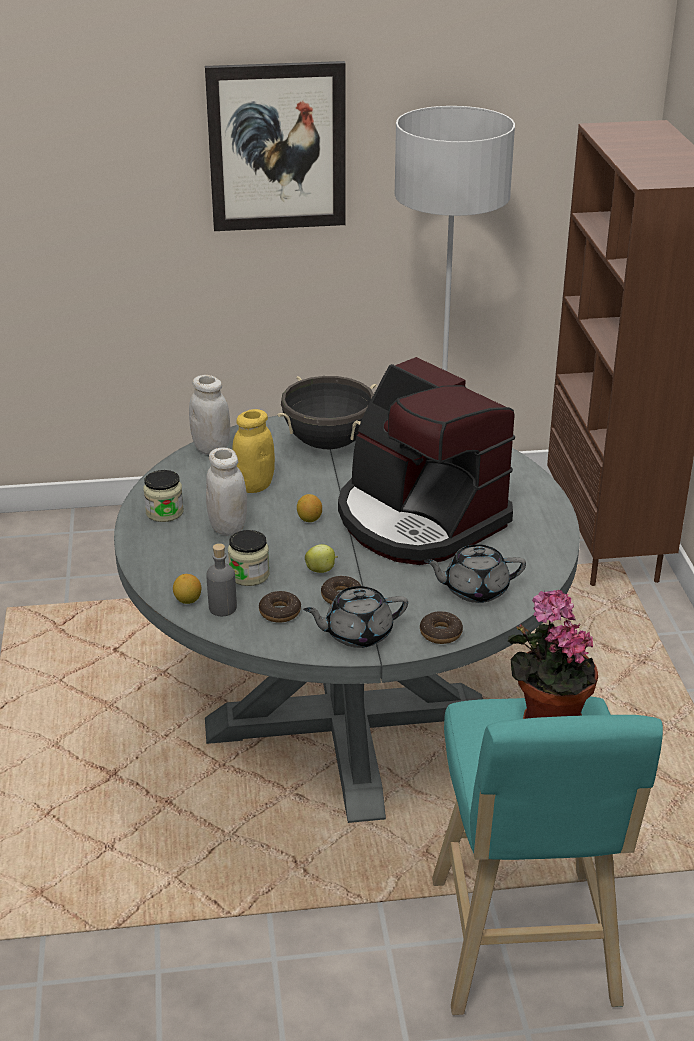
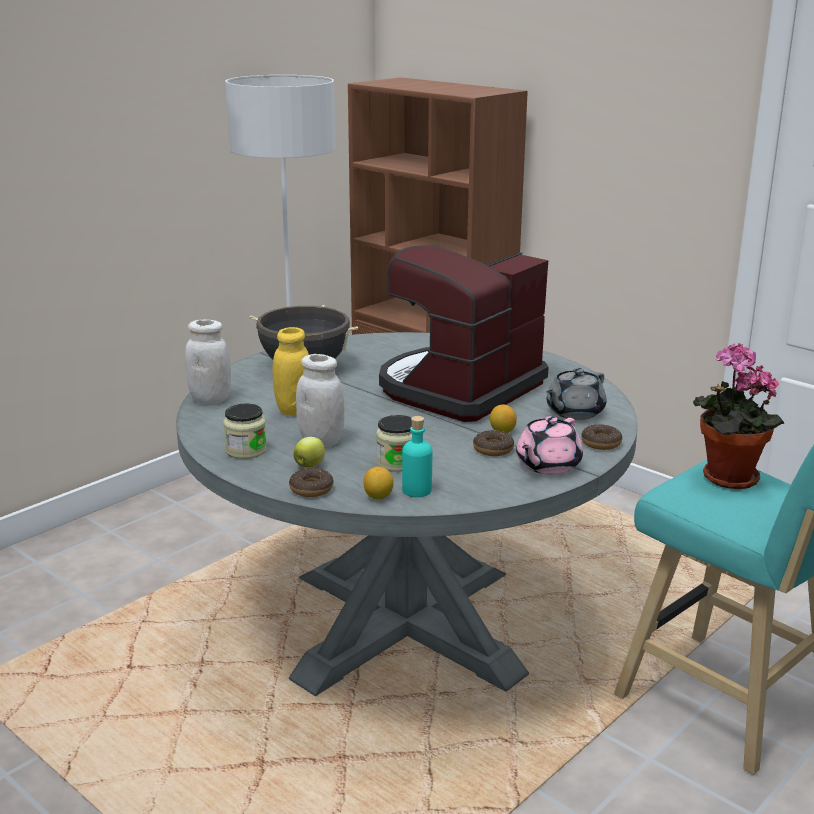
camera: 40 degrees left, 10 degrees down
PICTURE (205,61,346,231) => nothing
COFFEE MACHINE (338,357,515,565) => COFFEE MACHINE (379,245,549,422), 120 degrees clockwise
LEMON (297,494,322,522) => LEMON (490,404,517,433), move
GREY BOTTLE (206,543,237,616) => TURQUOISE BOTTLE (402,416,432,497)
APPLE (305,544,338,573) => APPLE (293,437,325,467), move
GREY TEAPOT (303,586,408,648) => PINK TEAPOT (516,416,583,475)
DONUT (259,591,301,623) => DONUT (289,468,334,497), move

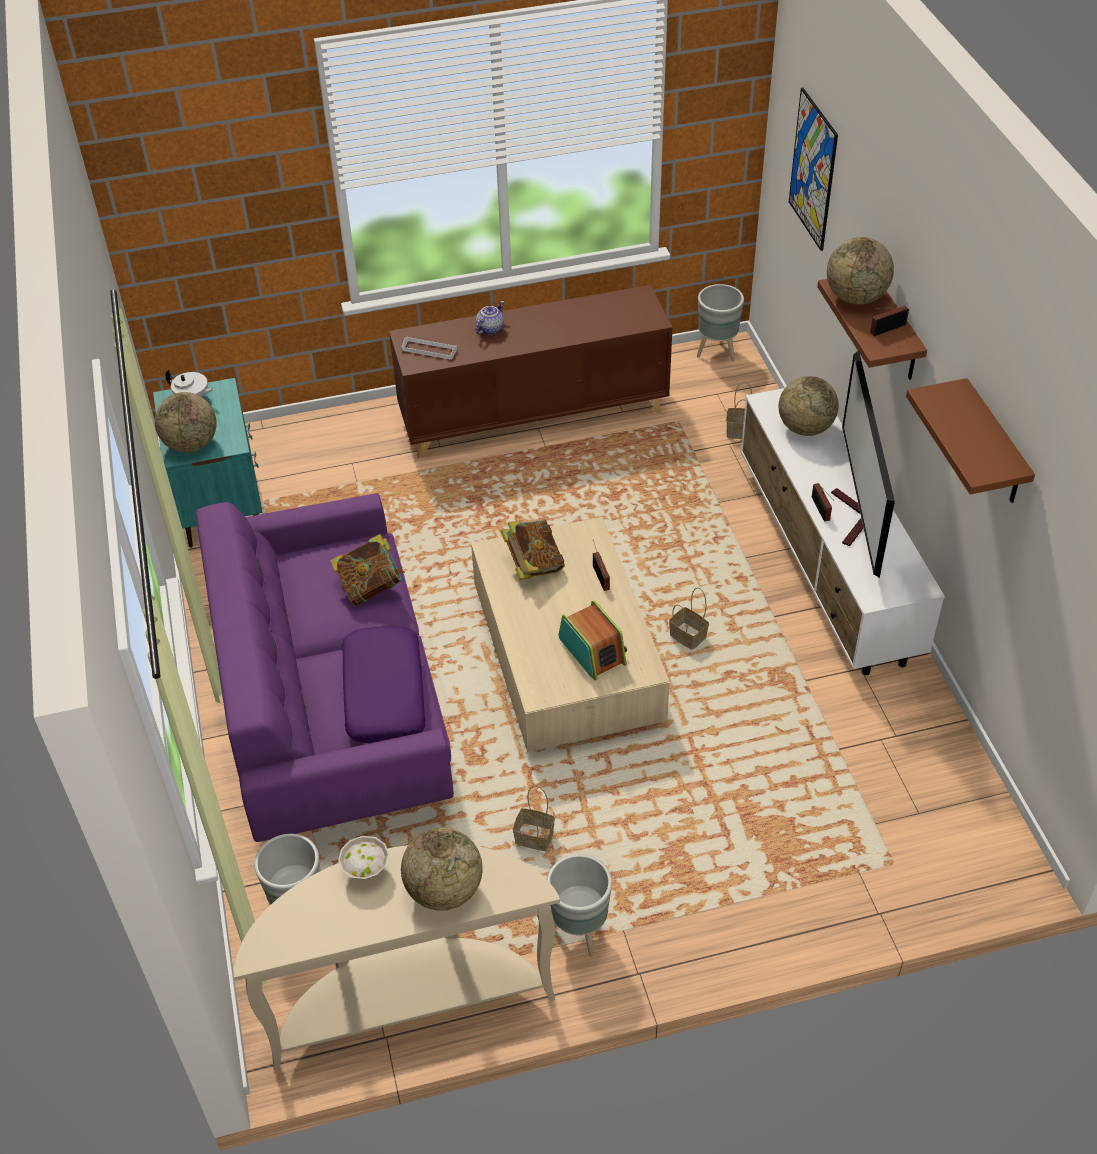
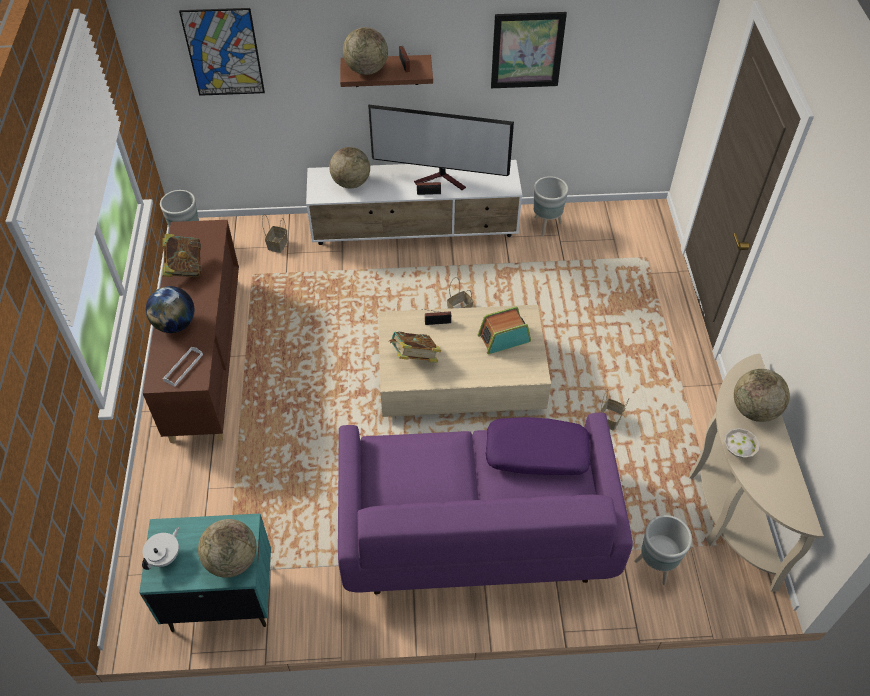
camera: 80 degrees left, 5 degrees up
TEAPOT (475,301,504,335) => GLOBE (146,286,194,333)
BROWN SHELF (906,378,1035,503) => PICTURE (491,12,567,88)
BOOK (330,534,405,606) => BOOK (162,234,202,277), move
GREY PLANTER (547,854,612,957) => GREY PLANTER (533,176,568,236), move

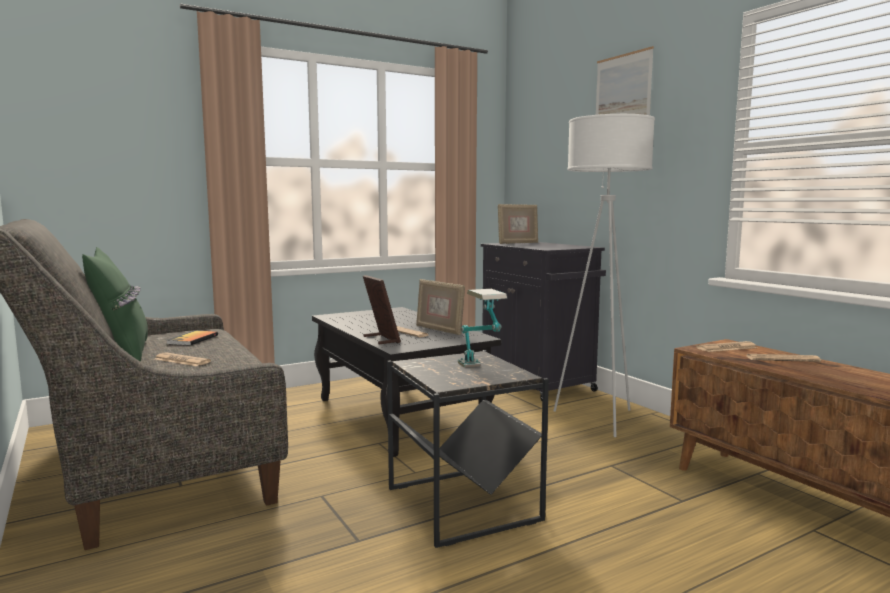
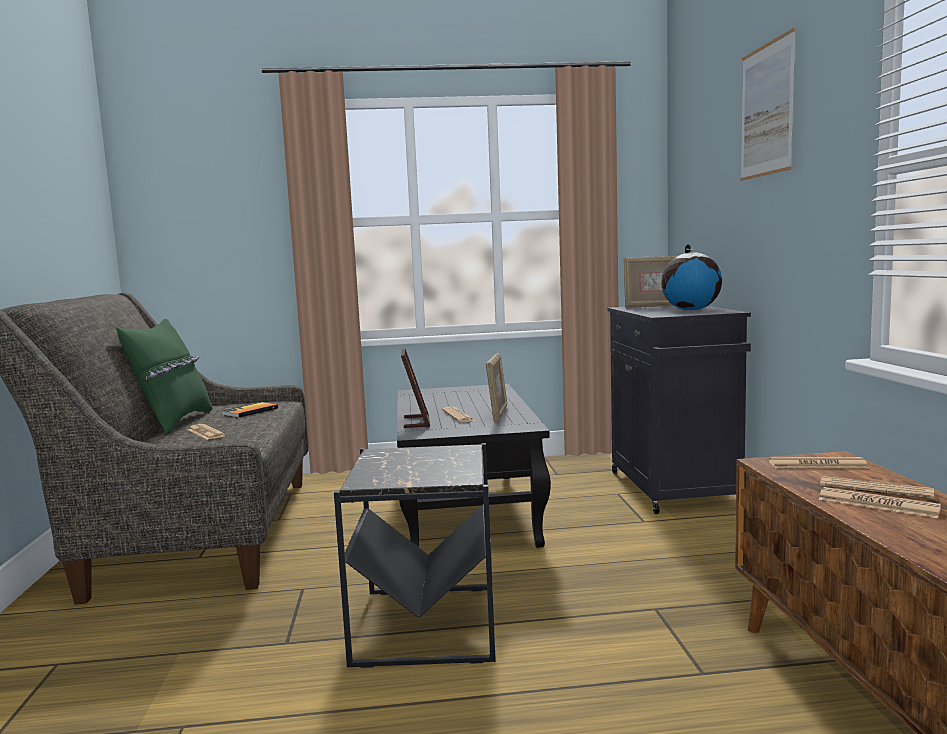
camera: 25 degrees right, 0 degrees up
WHITE FLOOR LAMP (553,114,655,437) => nothing
PICTURE FRAME (416,279,465,335) => PICTURE FRAME (486,352,507,422), 150 degrees counterclockwise
TABLE LAMP (458,289,507,368) => nothing
nothing => GLOBE (661,244,722,311)
nothing => NEWSPAPER (819,487,941,518)

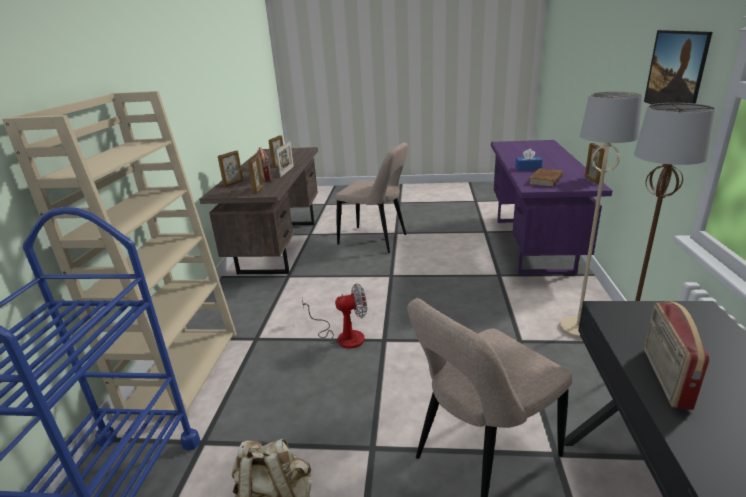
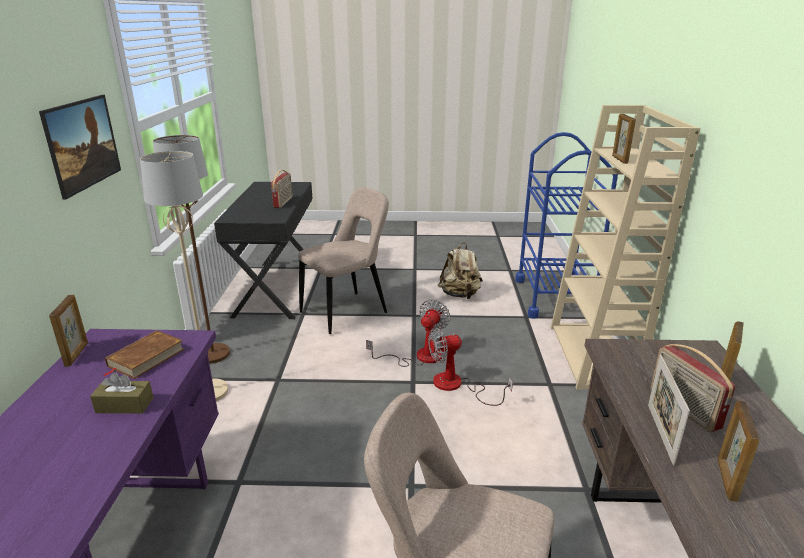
camera: 175 degrees right, 0 degrees up
BLUE TISSUE BOX (515,149,542,171) => BROWN TISSUE BOX (90,372,154,413)
PICTURE FRAME (248,155,263,194) => PICTURE FRAME (612,114,636,164), move
nothing => FAN (366,299,451,367)

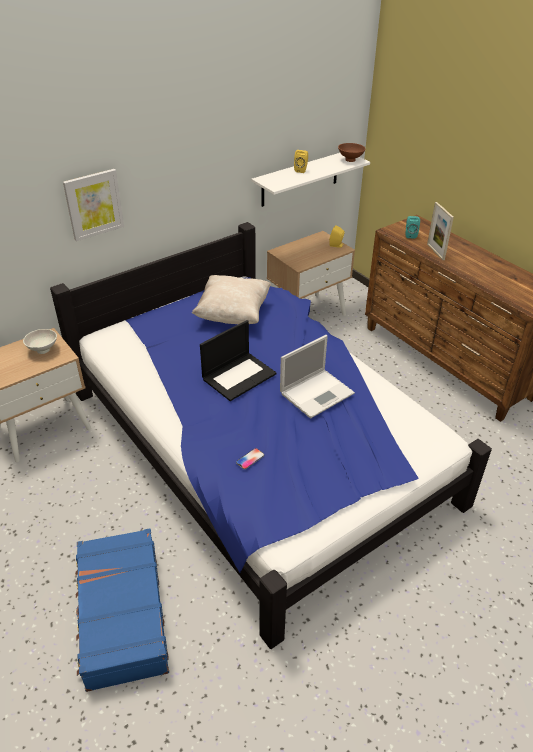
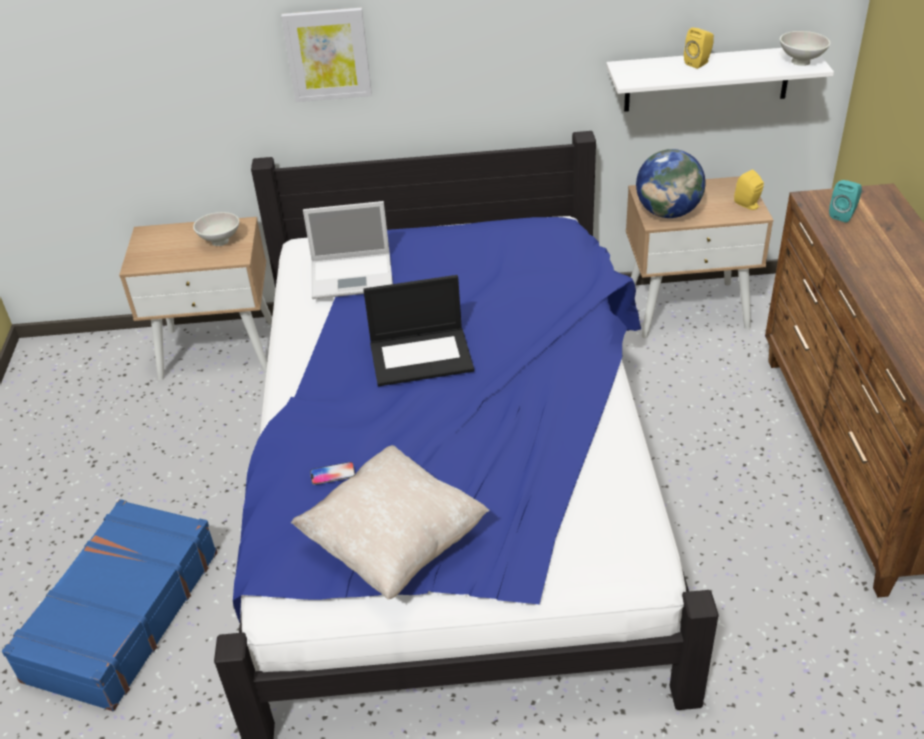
camera: 35 degrees right, 0 degrees up
BROWN BOWL (338,143,365,162) => WHITE BOWL (780,31,830,66)
PICTURE FRAME (427,202,454,260) => nothing
BEIGE PILLOW (192,275,271,324) => BEIGE PILLOW (291,445,490,600), move
LAPTOP (280,335,355,419) => LAPTOP (303,201,393,299), move
nothing => GLOBE (636,149,705,218)

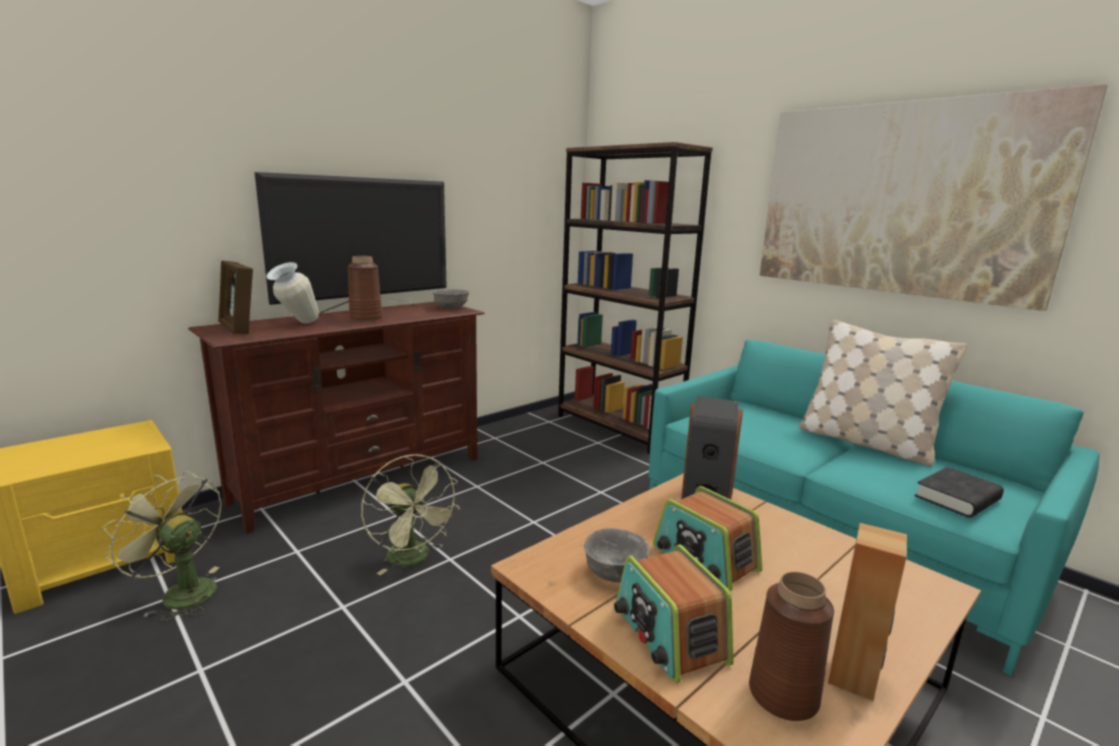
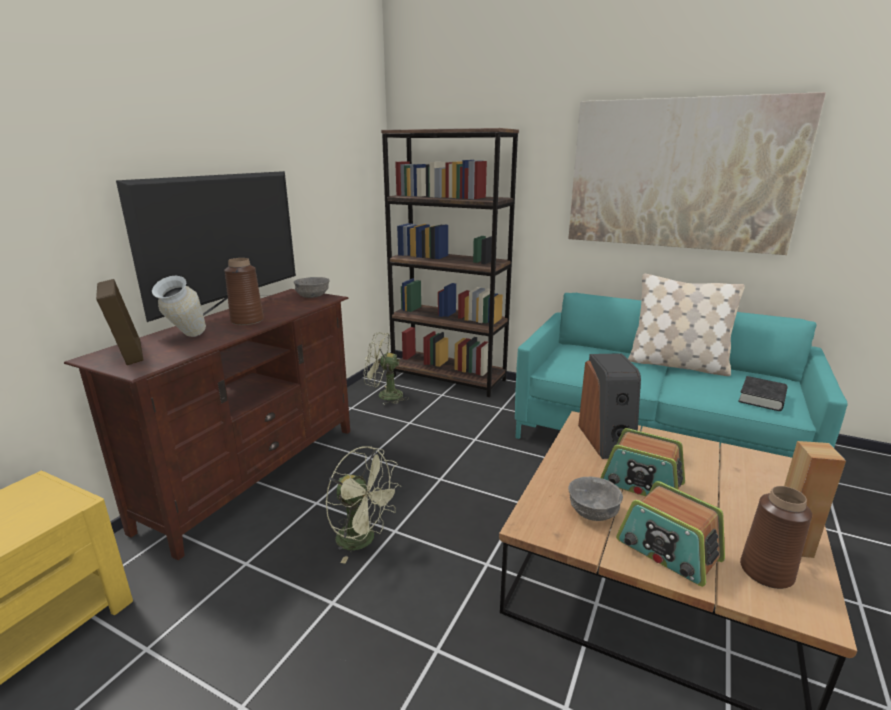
camera: 20 degrees left, 5 degrees up
PICTURE FRAME (218,260,253,334) => PICTURE FRAME (96,279,144,365), 150 degrees counterclockwise
GREEN FAN (101,471,222,621) => GREEN FAN (364,332,408,405), move

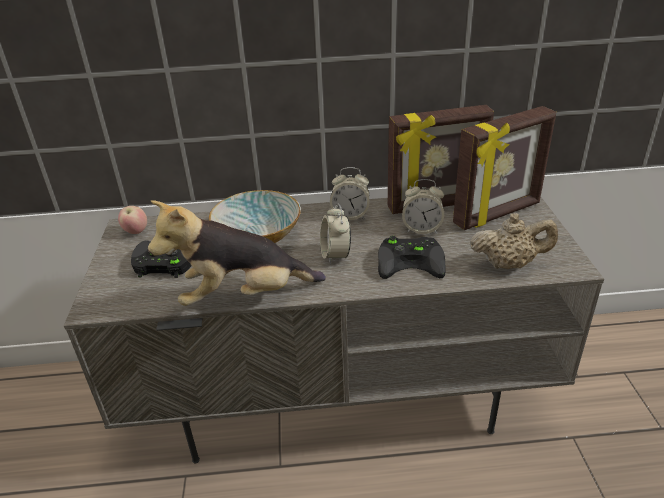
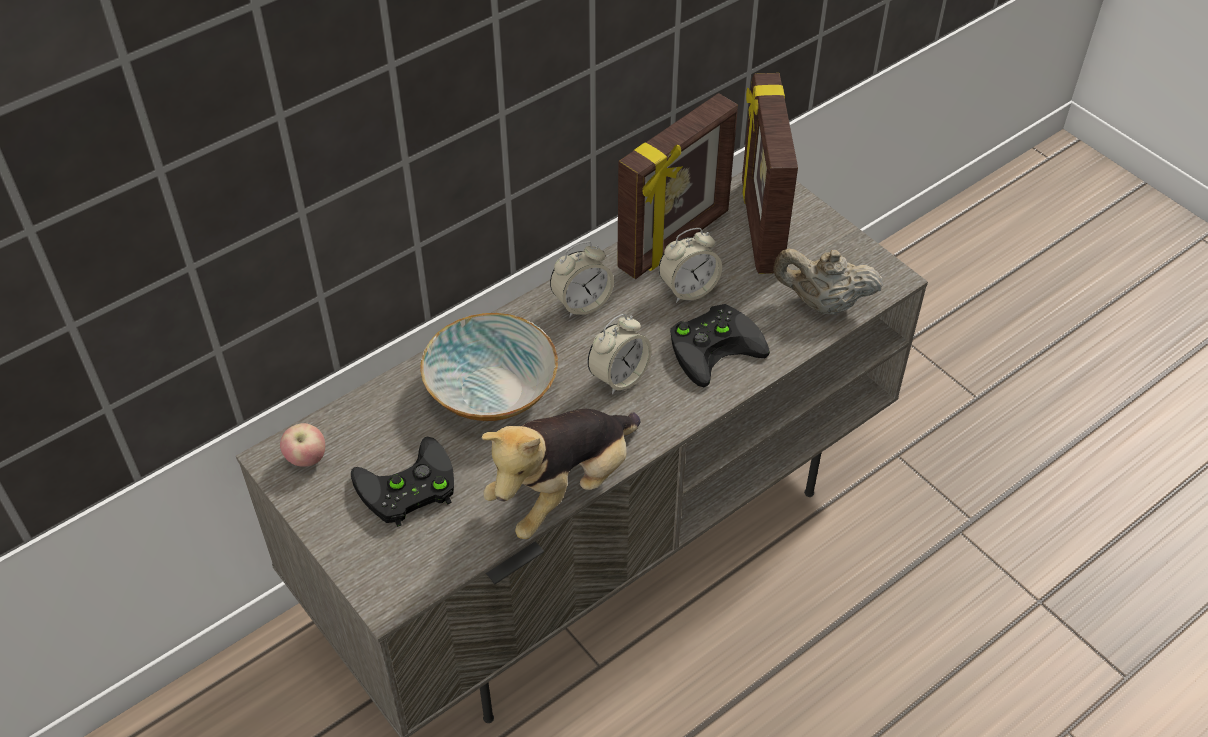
camera: 35 degrees left, 15 degrees up
PICTURE FRAME (453,106,556,230) => PICTURE FRAME (742,73,798,274), 150 degrees clockwise
ALARM CLOCK (320,203,351,265) => ALARM CLOCK (587,314,652,395), 90 degrees counterclockwise
BEIGE TEAPOT (470,213,558,269) => BEIGE TEAPOT (773,248,884,315), 135 degrees counterclockwise

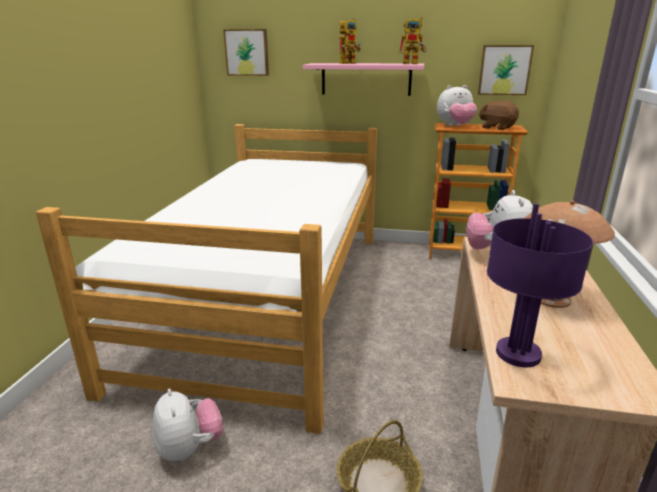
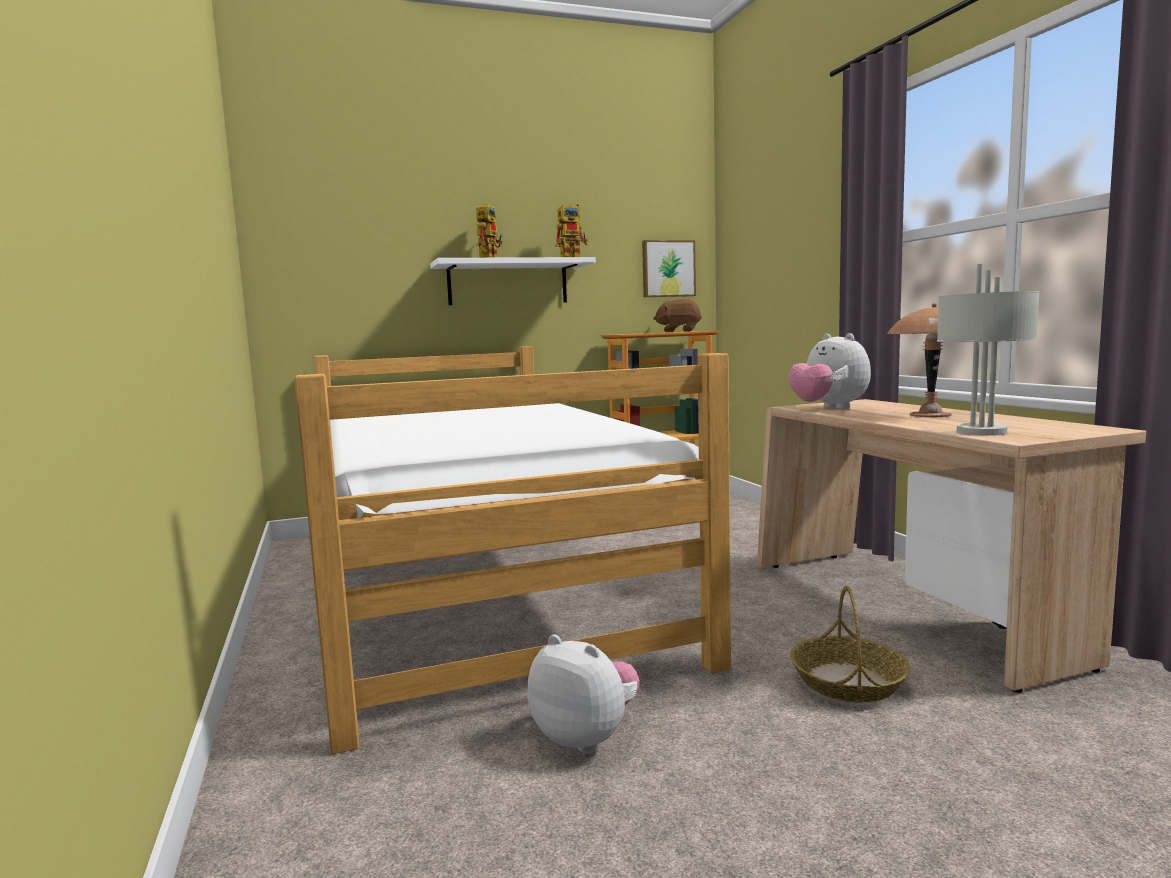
camera: 30 degrees left, 15 degrees down
PICTURE (223,29,269,76) => nothing
PINK SHELF (303,63,424,96) => WHITE SHELF (430,257,596,305)
PLUSH TOY (437,85,477,126) => nothing
PURPLE TABLE LAMP (487,203,593,367) => GREY TABLE LAMP (937,264,1040,436)

